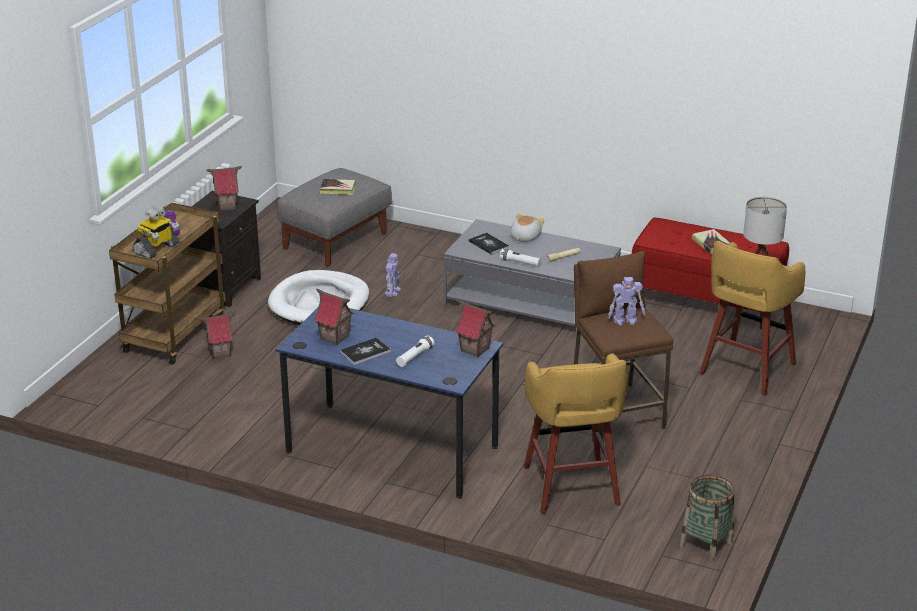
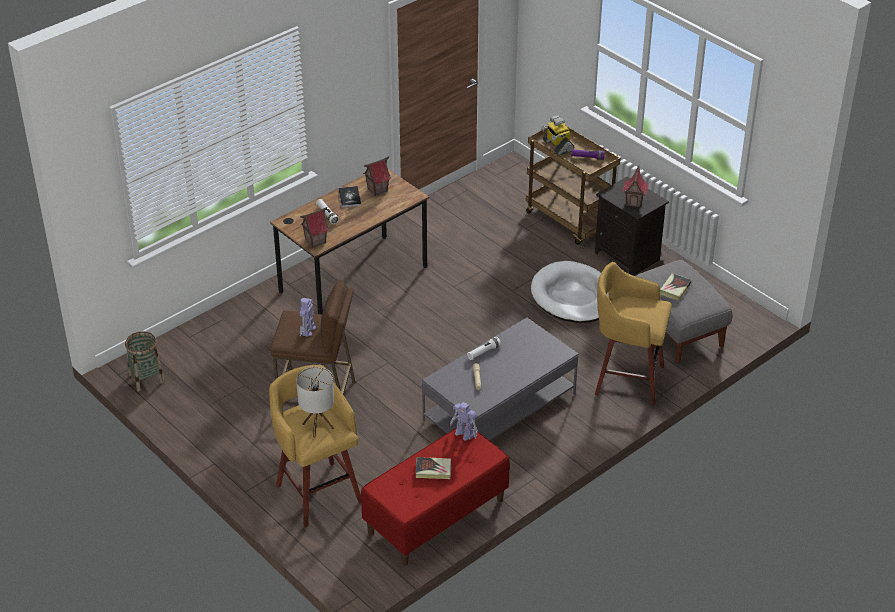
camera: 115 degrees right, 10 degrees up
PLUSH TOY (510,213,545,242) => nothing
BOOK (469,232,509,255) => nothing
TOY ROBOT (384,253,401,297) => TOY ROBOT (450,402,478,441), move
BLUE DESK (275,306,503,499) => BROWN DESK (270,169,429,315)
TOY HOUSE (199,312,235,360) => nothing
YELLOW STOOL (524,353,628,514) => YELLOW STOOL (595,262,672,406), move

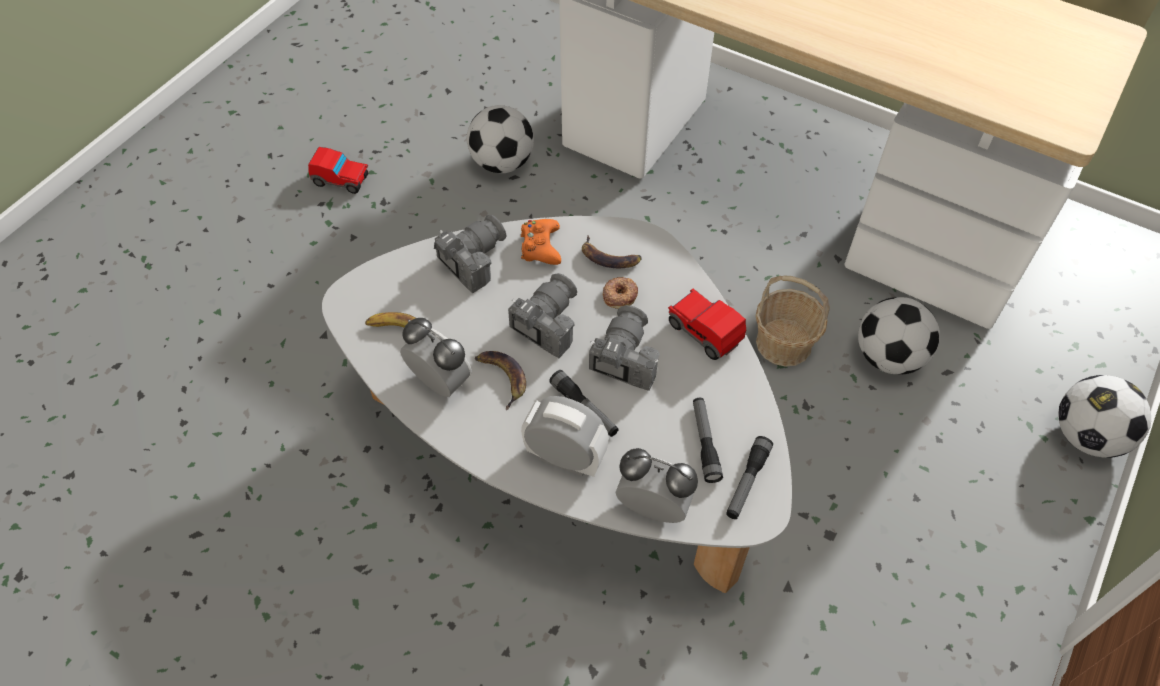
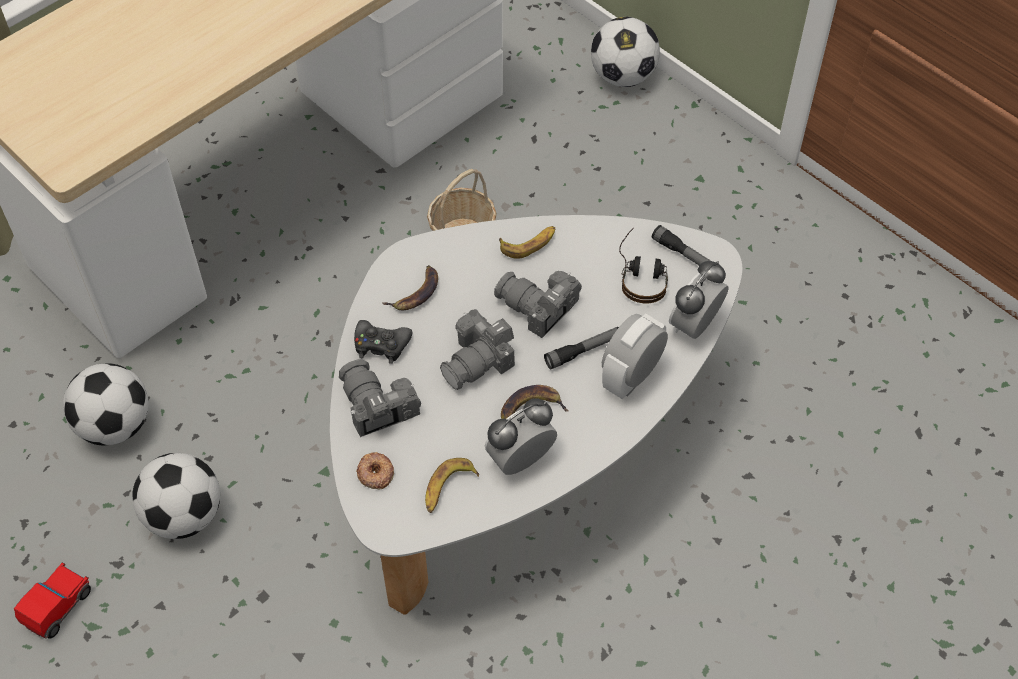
camera: 75 degrees left, 0 degrees up
ORANGE GAME CONTROLLER (521,219,561,265) => BLACK GAME CONTROLLER (354,320,412,364)
PHOTO CAMERA (508,273,577,358) => PHOTO CAMERA (440,309,515,390), 90 degrees counterclockwise
DONUT (603,277,638,309) => DONUT (356,452,394,489), move
TOY CAR (668,289,746,360) => BANANA (499,226,555,259)
FOOTBALL (858,297,940,374) => FOOTBALL (132,453,220,539), move
FLASHLIGHT (693,398,723,483) => HEADPHONES (619,228,668,303)

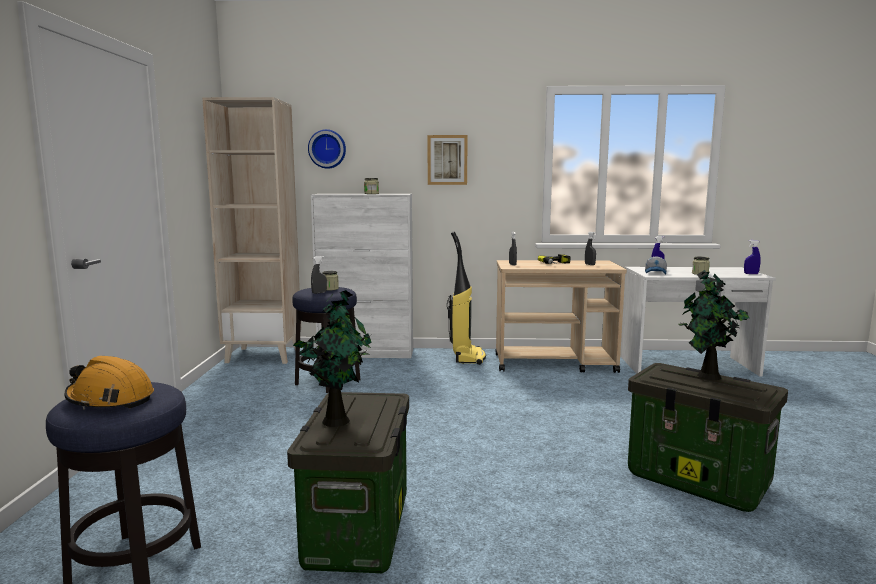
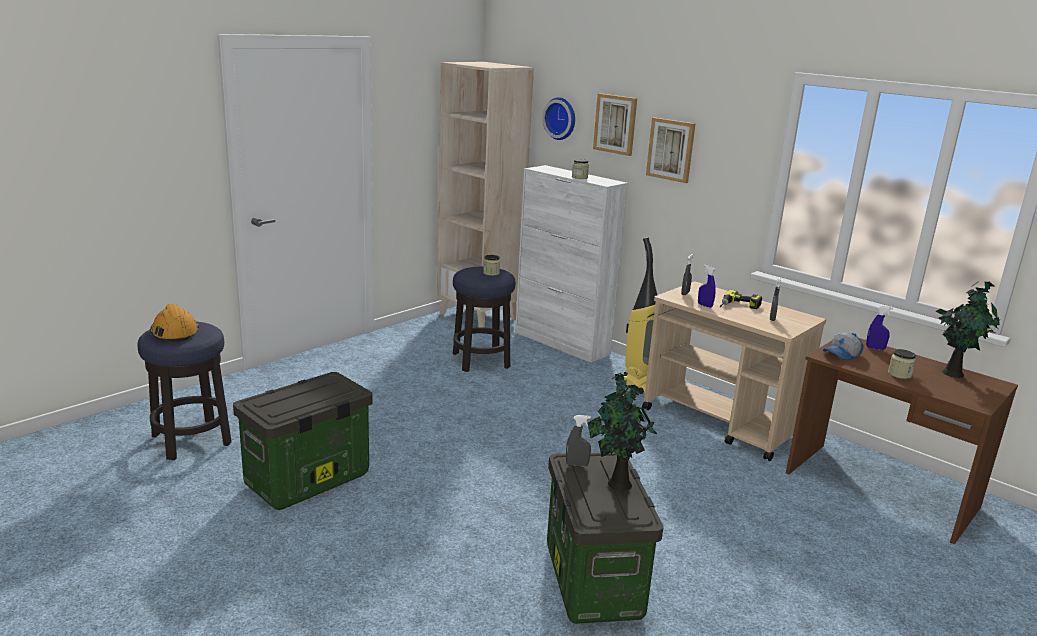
camera: 40 degrees right, 10 degrees up
BLUE SPRAY BOTTLE (744,240,761,274) => BLUE SPRAY BOTTLE (698,265,716,308), move
GREY SPRAY BOTTLE (311,256,327,294) => GREY SPRAY BOTTLE (566,415,591,467), move
WHITE DESK (620,267,776,377) => BROWN DESK (786,338,1018,544)
POTTED PLANT (293,290,372,427) => POTTED PLANT (936,282,1000,378), move
nothing => PICTURE (593,93,637,156)

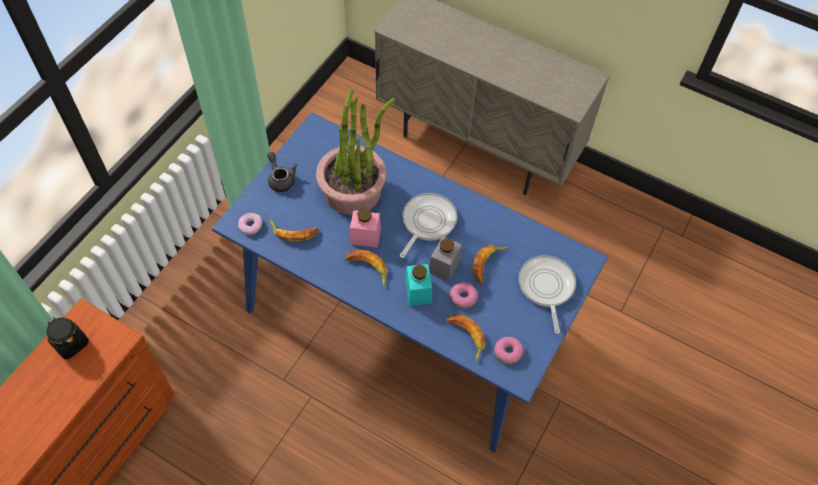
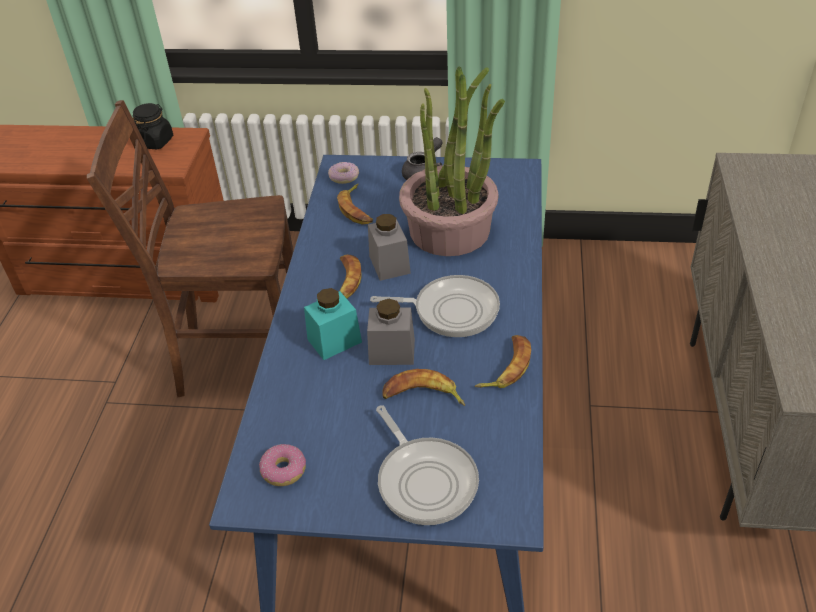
camera: 70 degrees right, 15 degrees down
PINK JAR (350,208,381,248) => GREY JAR (368,214,411,281)
FRYING PAN (519,255,576,334) => FRYING PAN (376,405,479,525), 90 degrees clockwise
DONUT (450,282,478,308) => nothing
BANANA (446,315,485,362) => BANANA (475,335,531,388), move
nothing => BROWN CHAIR (87,100,293,397)

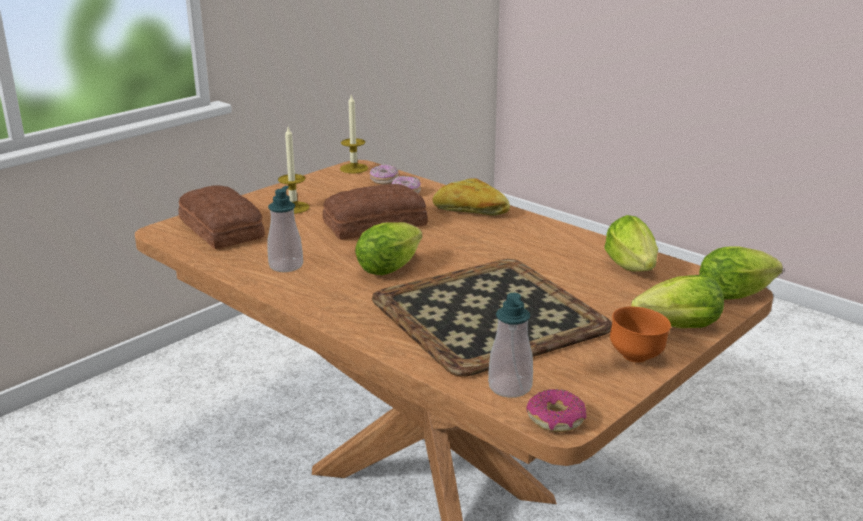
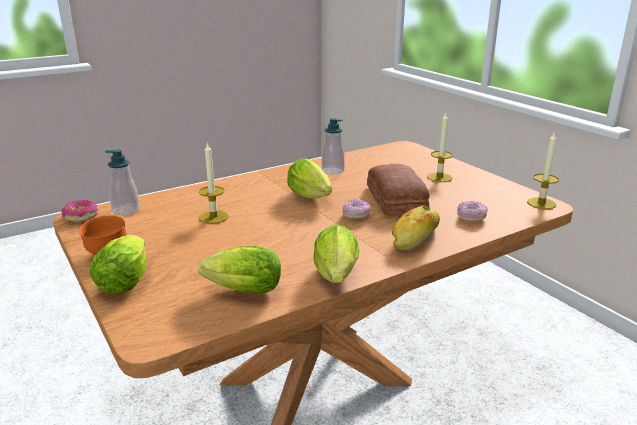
camera: 105 degrees right, 0 degrees up
DONUT (370,164,399,185) => DONUT (342,199,371,219), move
BREAD (178,185,265,249) => nothing
LETTUCE (699,246,783,300) => LETTUCE (314,224,359,283), move
TRAY (372,259,612,377) => CANDLE (199,142,229,224)

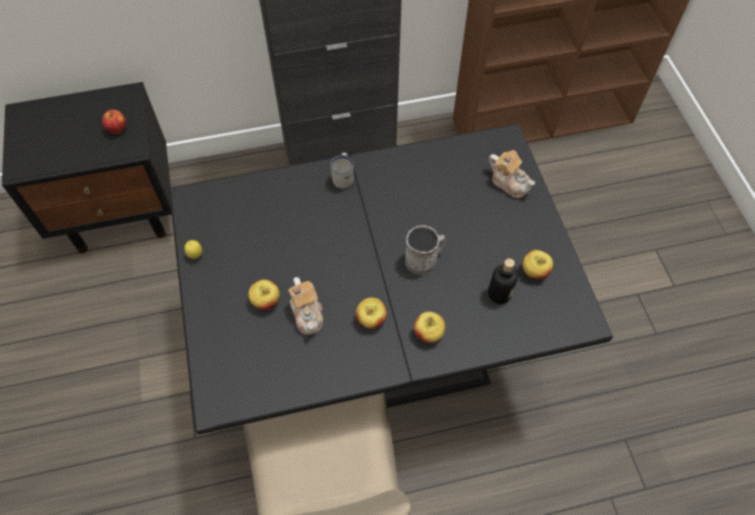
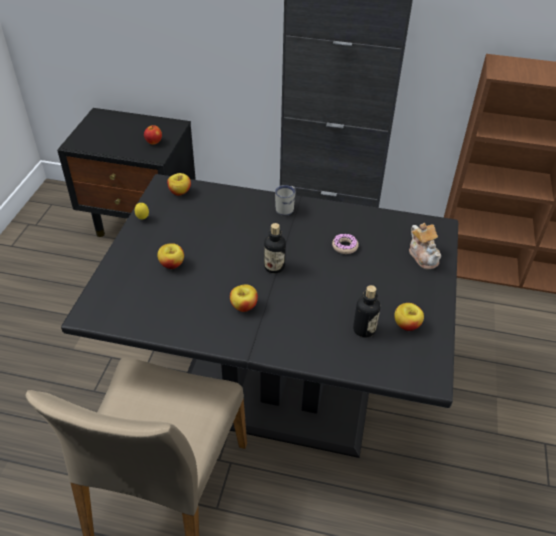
camera: 25 degrees right, 15 degrees down
GREY MUG (405,225,447,275) => nothing
TEAPOT (288,277,323,335) => nothing
APPLE (414,312,445,343) => APPLE (167,173,191,196), move
nothing => BOTTLE (264,223,286,273)
nothing => DONUT (332,233,359,254)

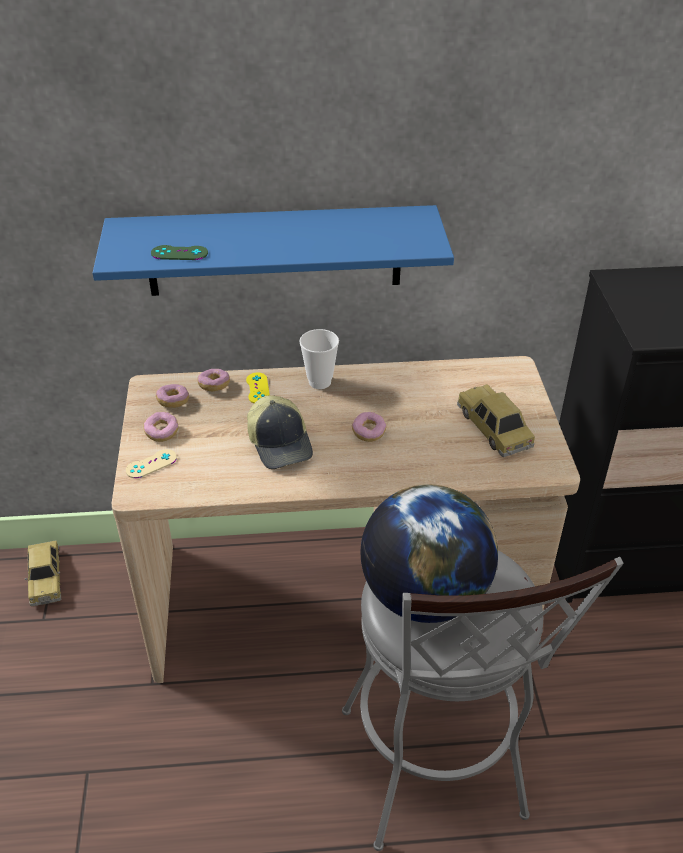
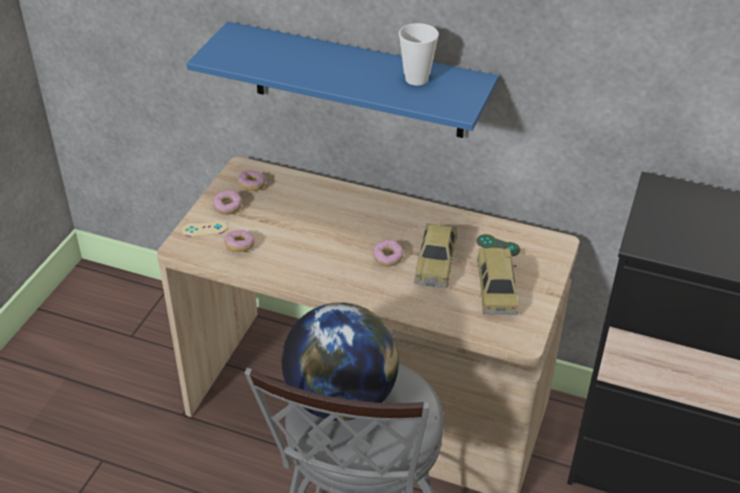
camera: 25 degrees right, 0 degrees up
GREEN GAME CONTROLLER (151,245,208,260) => GREEN GAME CONTROLLER (476,234,520,256), move
CUP (299,329,339,389) => CUP (399,23,439,85), move
DONUT (198,369,230,391) => DONUT (224,230,255,252), move
YELLOW GAME CONTROLLER (246,373,270,403) => nothing
CAP (247,395,313,469) => nothing
TOY CAR (25,540,61,606) => TOY CAR (414,223,457,288), move

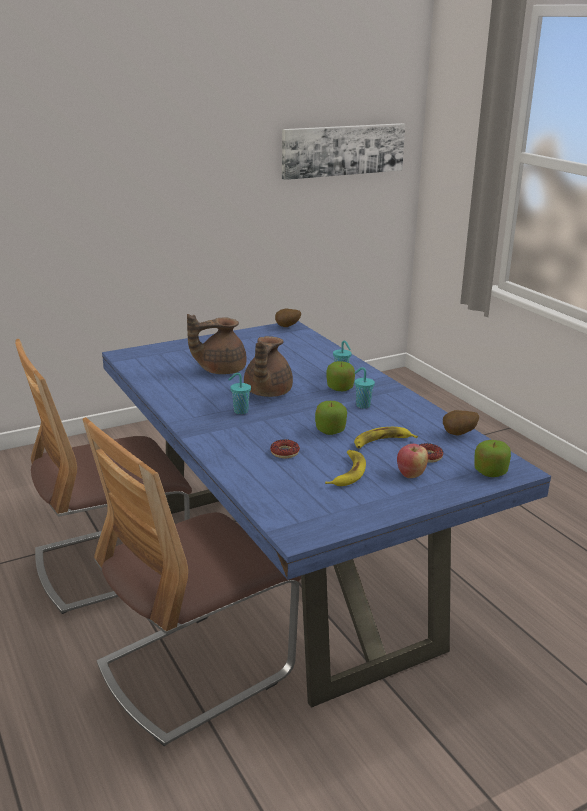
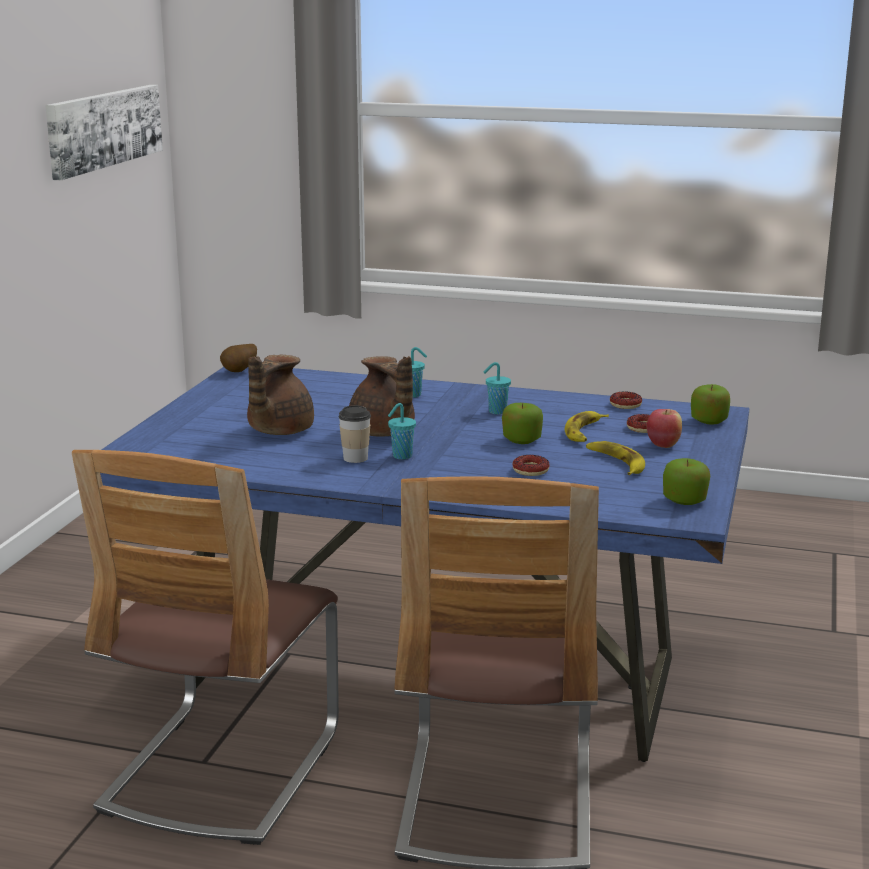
camera: 45 degrees left, 5 degrees down
APPLE (326,361,355,391) => APPLE (663,458,710,505), move
POTATO (443,410,479,435) => DONUT (610,392,642,409)
nothing => CUP (338,405,371,463)

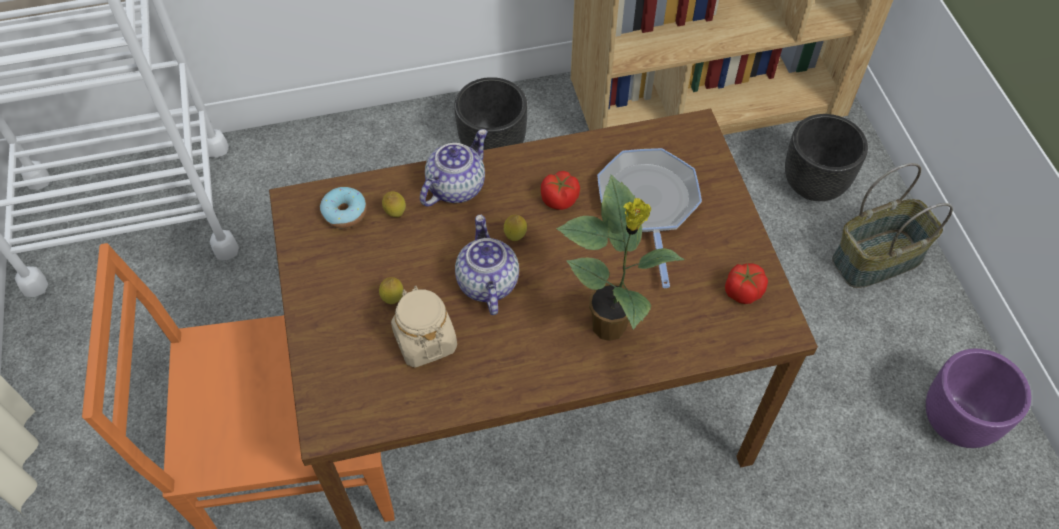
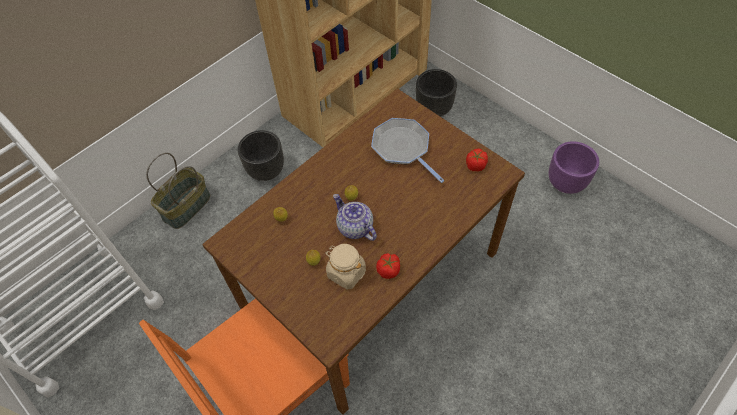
camera: 30 degrees left, 0 degrees up
TEAPOT (420,129,488,207) => nothing
BASKET (832,163,953,288) => BASKET (146,153,210,229), move
TOMATO (541,171,580,210) => TOMATO (376,253,400,279), move
POTTED PLANT (556,175,685,341) => nothing
DONUT (320,187,367,228) => nothing

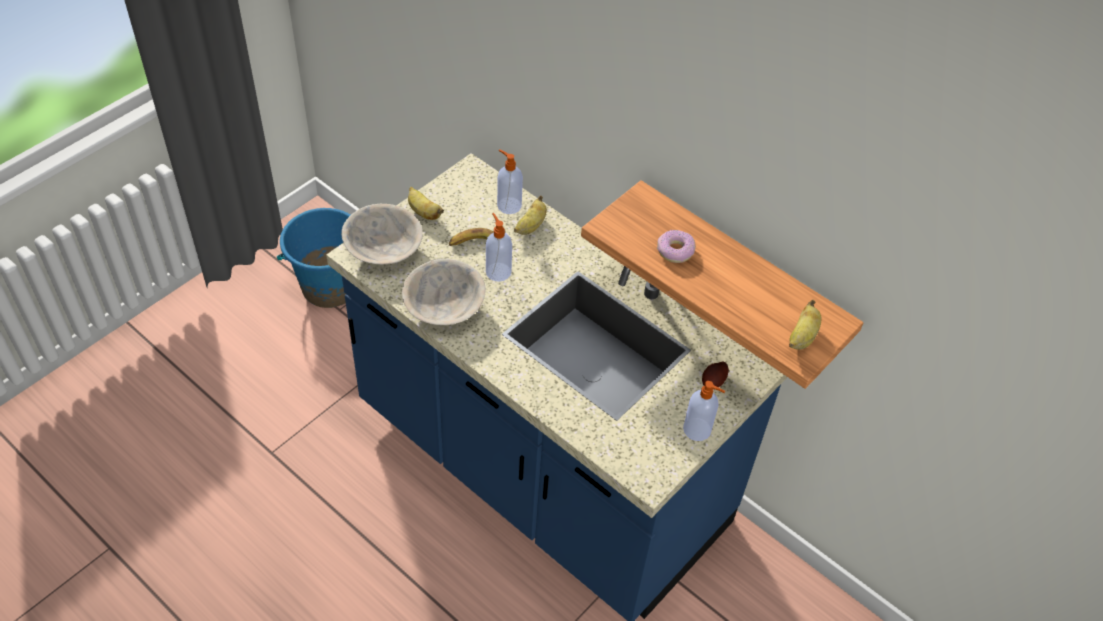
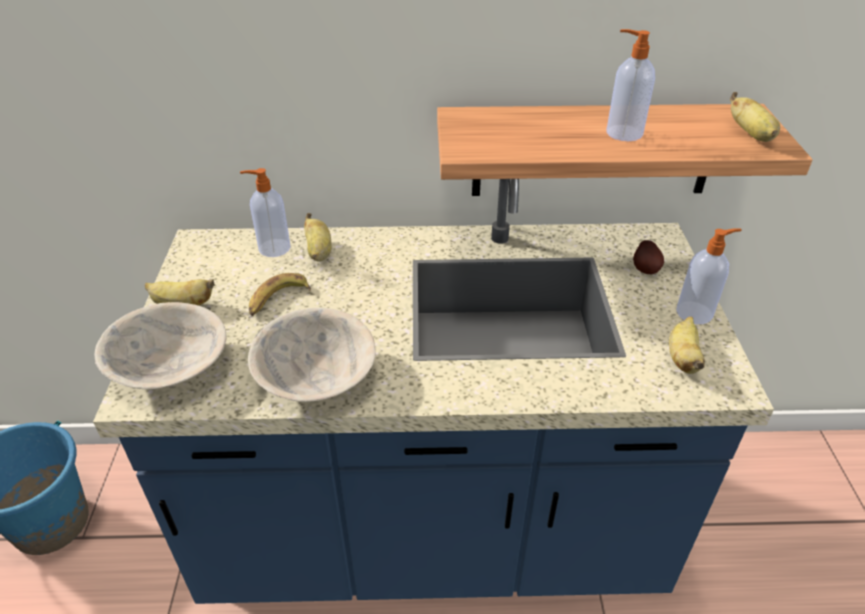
camera: 40 degrees left, 10 degrees down
SOAP DISPENSER (486,213,512,282) => SOAP DISPENSER (607,29,655,141), move
DONUT (657,230,696,263) => nothing
nothing => BANANA (669,316,705,374)

